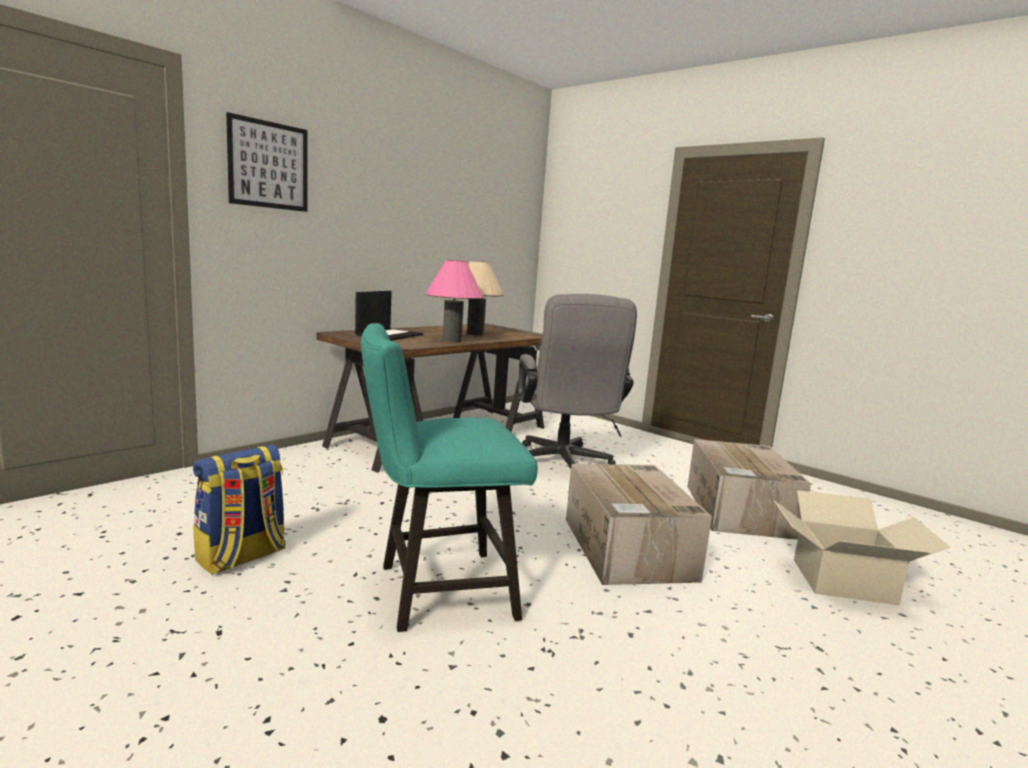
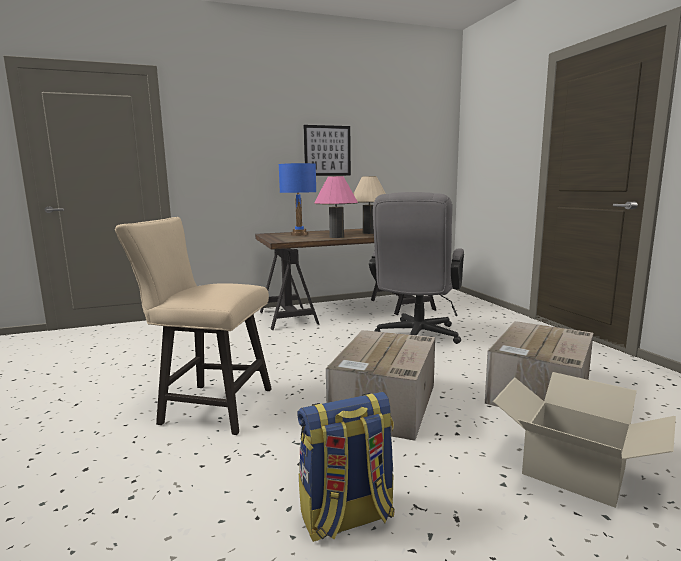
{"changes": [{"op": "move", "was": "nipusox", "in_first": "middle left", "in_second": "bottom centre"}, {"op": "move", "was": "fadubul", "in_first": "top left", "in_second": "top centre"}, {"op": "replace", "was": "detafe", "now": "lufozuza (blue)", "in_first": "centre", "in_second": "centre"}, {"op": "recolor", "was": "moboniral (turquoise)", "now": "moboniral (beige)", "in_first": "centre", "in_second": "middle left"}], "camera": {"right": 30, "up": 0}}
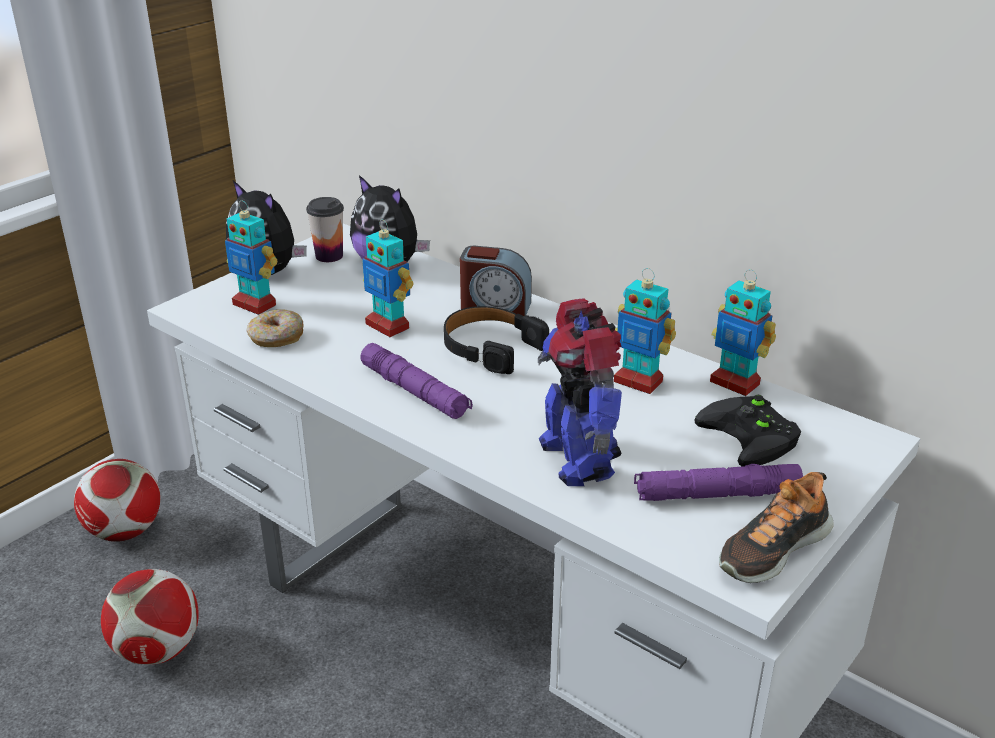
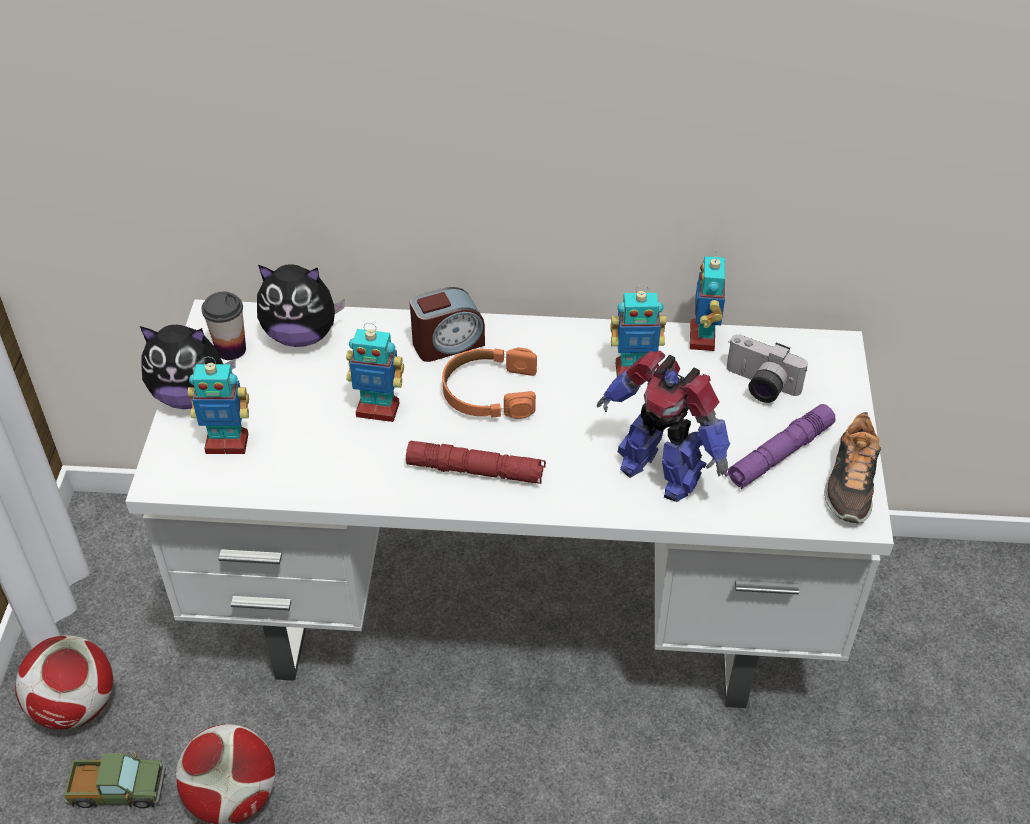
{"changes": [{"op": "delete", "was": "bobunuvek", "in_first": "middle left"}, {"op": "recolor", "was": "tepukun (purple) (1st from left)", "now": "tepukun (red)", "in_first": "centre", "in_second": "centre"}, {"op": "recolor", "was": "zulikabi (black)", "now": "zulikabi (orange)", "in_first": "centre", "in_second": "centre"}, {"op": "replace", "was": "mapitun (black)", "now": "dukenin", "in_first": "middle right", "in_second": "middle right"}, {"op": "rotate", "was": "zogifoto (5th from left)", "in_first": "middle right", "in_second": "middle right", "clockwise": 90}, {"op": "insert", "now": "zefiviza", "in_second": "bottom left"}], "camera": {"right": -35, "up": 15}}
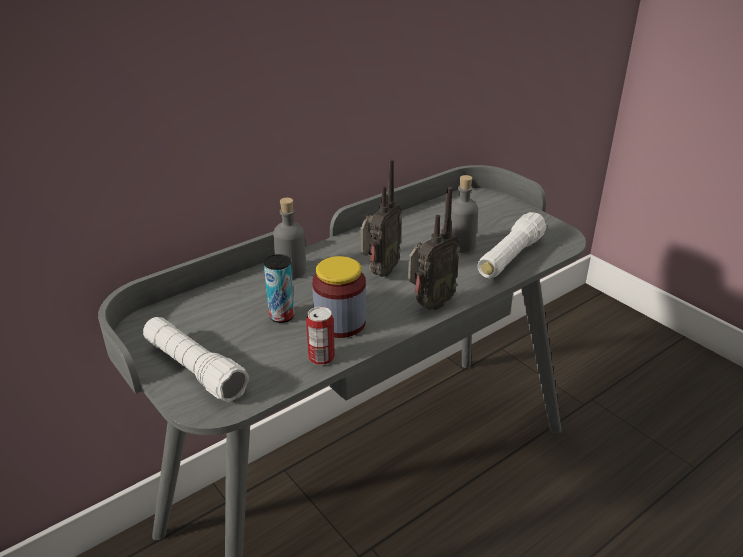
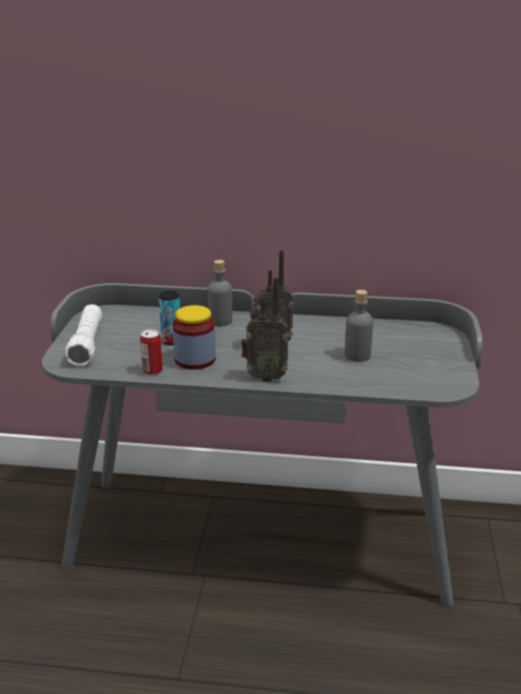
{"changes": [{"op": "delete", "was": "tepukun (white) (2nd from left)", "in_first": "middle right"}], "camera": {"right": 45, "up": -5}}
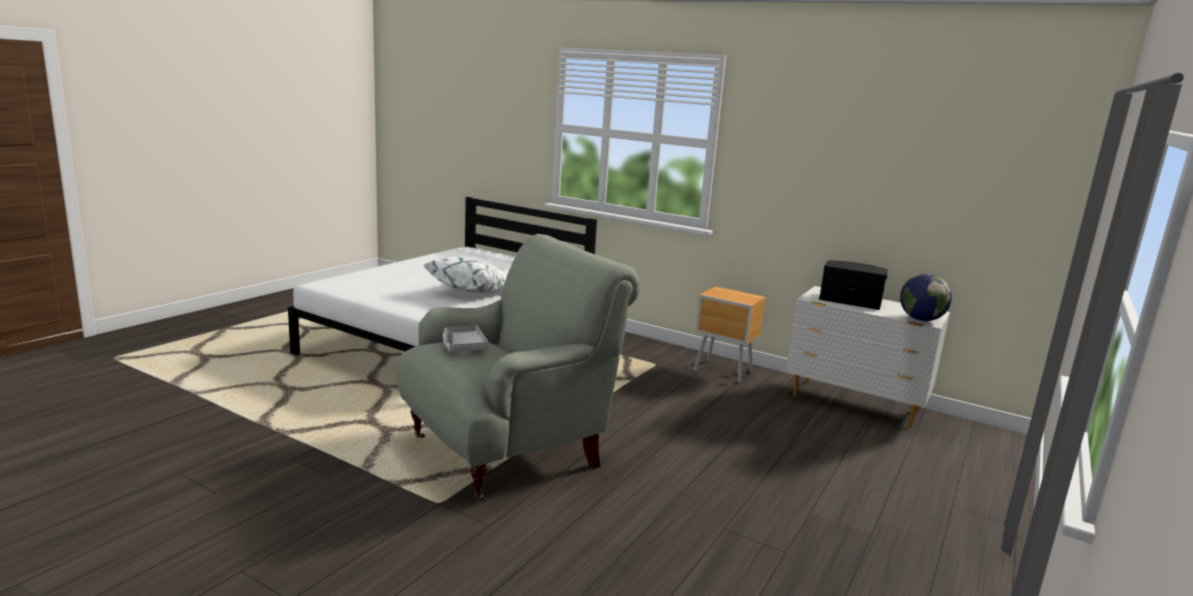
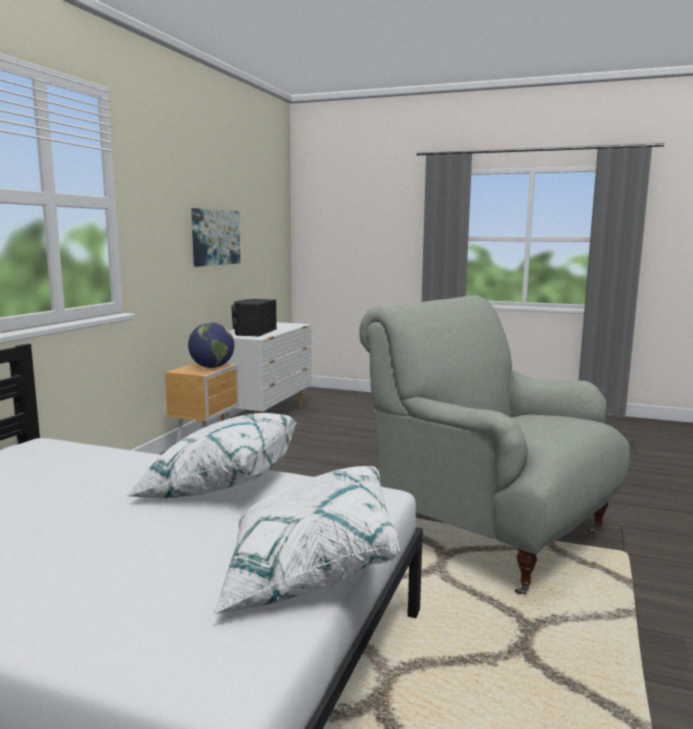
{"changes": [{"op": "delete", "was": "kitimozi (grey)", "in_first": "centre"}, {"op": "move", "was": "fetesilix", "in_first": "middle right", "in_second": "middle left"}, {"op": "insert", "now": "fadubul", "in_second": "top left"}, {"op": "insert", "now": "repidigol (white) (2nd from left)", "in_second": "bottom centre"}], "camera": {"right": -100, "up": -5}}
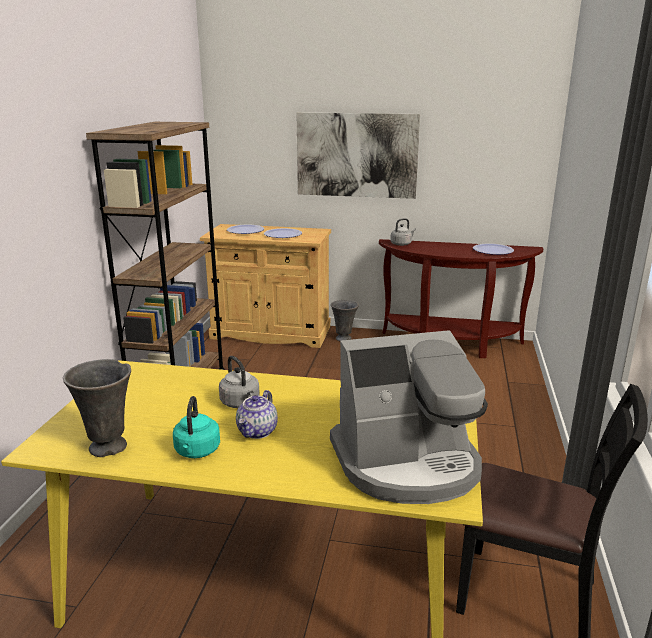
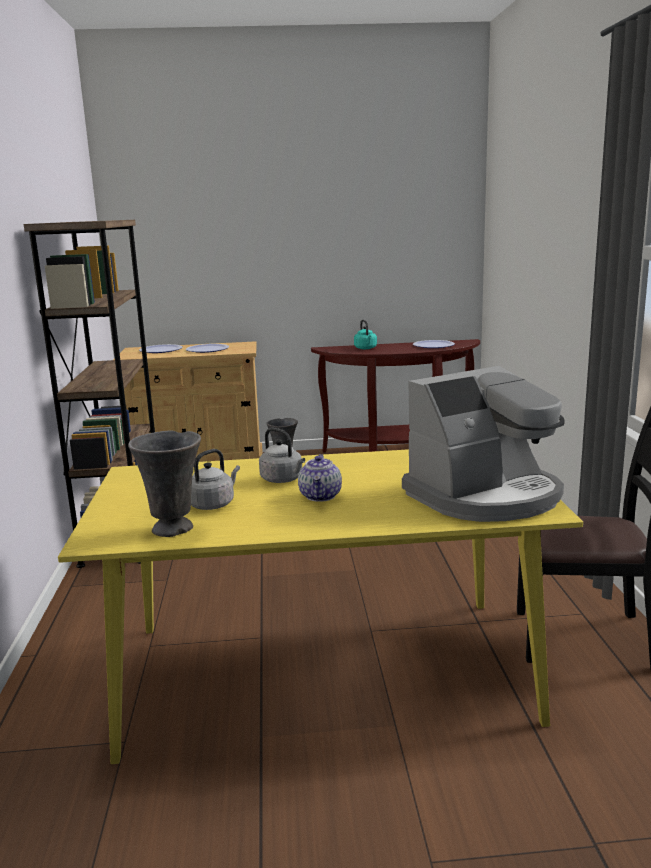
{"changes": [{"op": "move", "was": "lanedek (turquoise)", "in_first": "bottom left", "in_second": "centre"}, {"op": "delete", "was": "fadubul", "in_first": "top centre"}, {"op": "move", "was": "lanedek (grey) (2nd from left in the first image)", "now": "lanedek (grey) (1st from left)", "in_first": "centre", "in_second": "middle left"}], "camera": {"right": -15, "up": -5}}
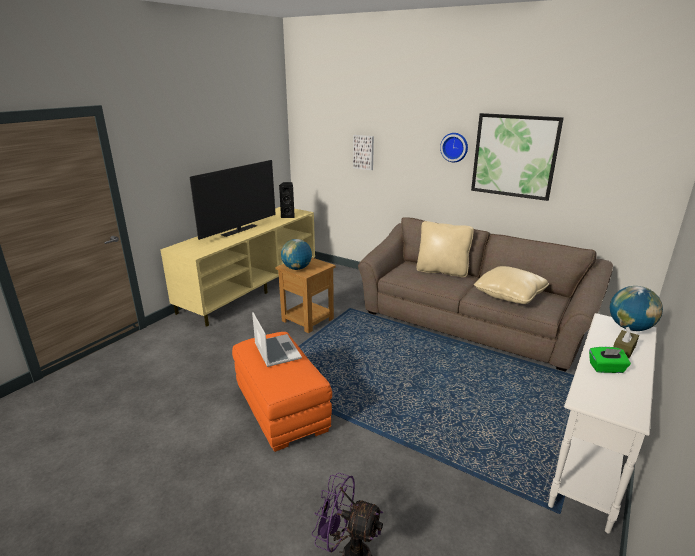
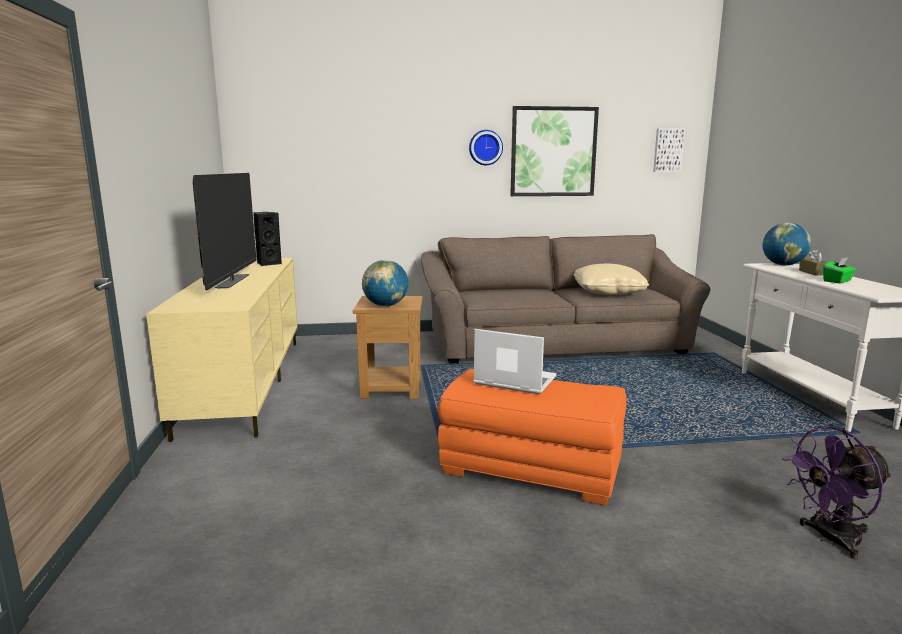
{"changes": [{"op": "move", "was": "fadubul (1st from left in the first image)", "now": "fadubul (2nd from left)", "in_first": "top centre", "in_second": "top right"}, {"op": "delete", "was": "repidigol (beige) (1st from left)", "in_first": "centre"}], "camera": {"right": -40, "up": -10}}
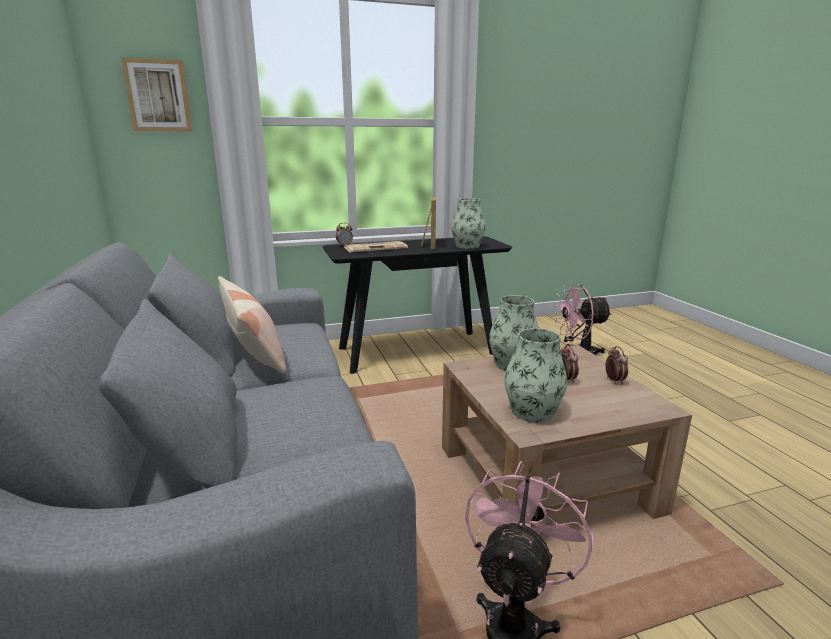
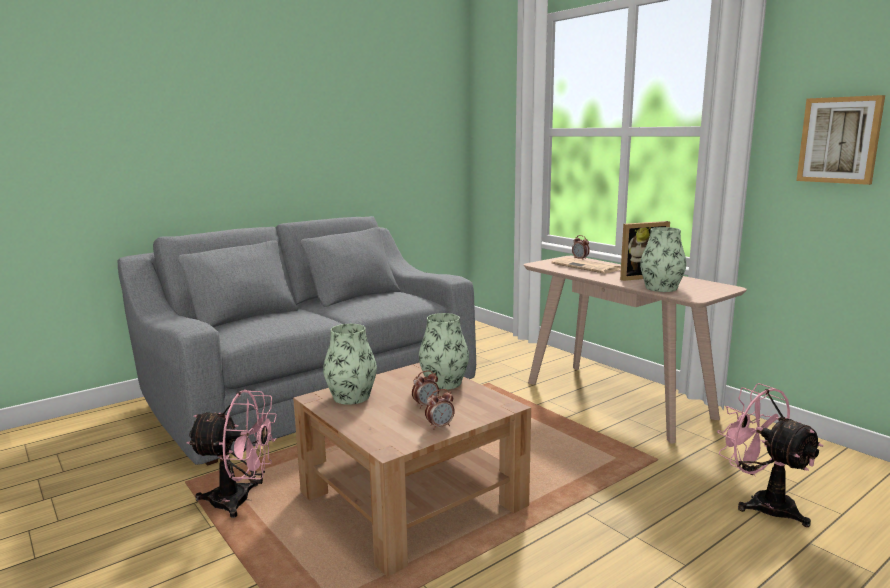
{"changes": [{"op": "move", "was": "fadubul", "in_first": "top left", "in_second": "top right"}, {"op": "delete", "was": "repidigol", "in_first": "middle left"}, {"op": "recolor", "was": "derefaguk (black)", "now": "derefaguk (beige)", "in_first": "centre", "in_second": "middle right"}], "camera": {"right": 70, "up": -5}}
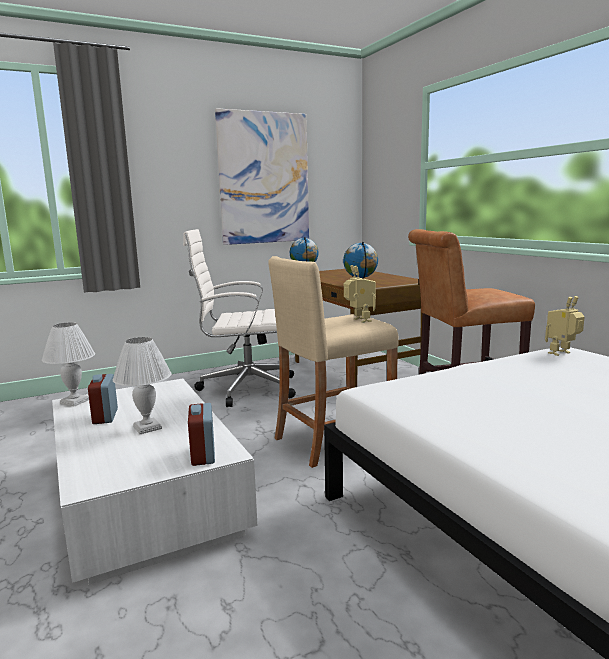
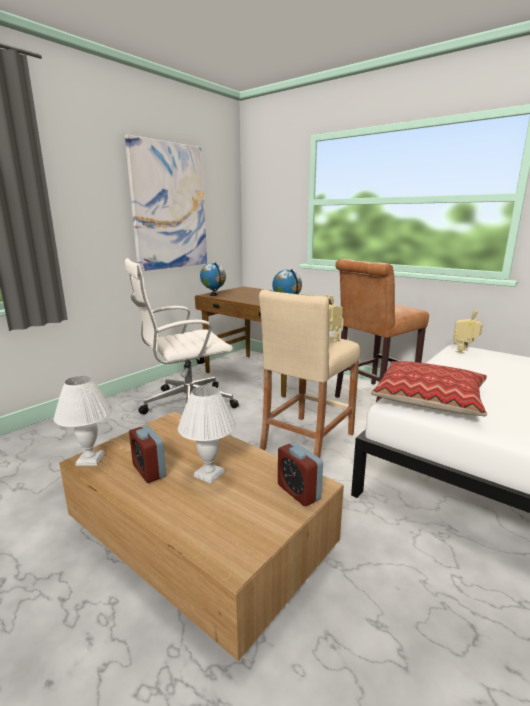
{"changes": [{"op": "recolor", "was": "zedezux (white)", "now": "zedezux (brown)", "in_first": "bottom left", "in_second": "bottom centre"}, {"op": "insert", "now": "repidigol", "in_second": "middle right"}], "camera": {"right": -25, "up": 5}}
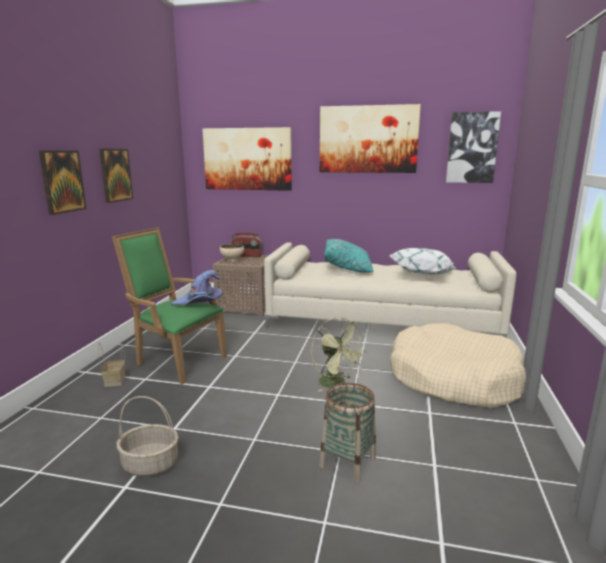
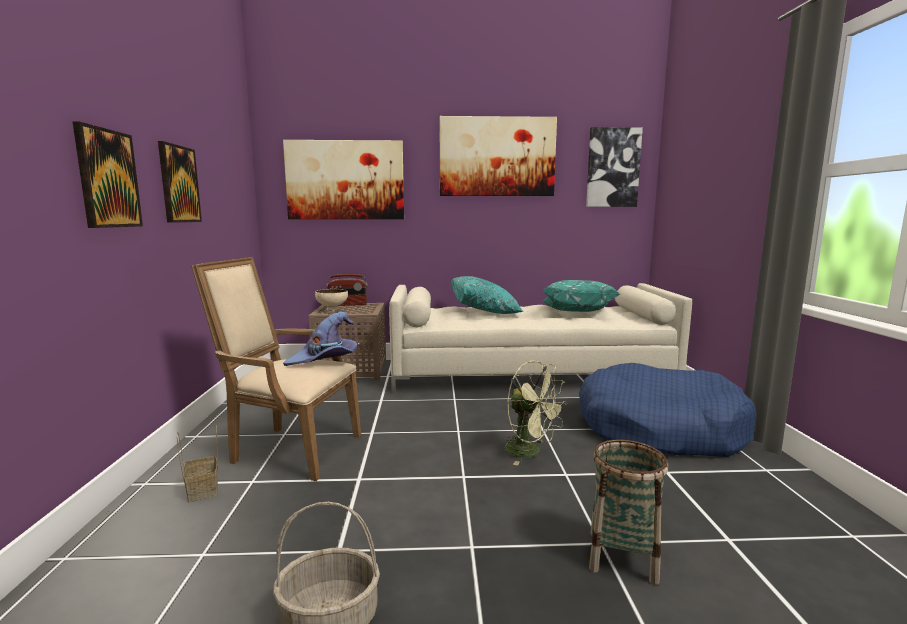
{"changes": [{"op": "recolor", "was": "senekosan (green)", "now": "senekosan (beige)", "in_first": "middle left", "in_second": "middle left"}, {"op": "recolor", "was": "repidigol (white)", "now": "repidigol (turquoise) (2nd from left)", "in_first": "middle right", "in_second": "centre"}, {"op": "recolor", "was": "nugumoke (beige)", "now": "nugumoke (blue)", "in_first": "middle right", "in_second": "middle right"}], "camera": {"right": -15, "up": -5}}
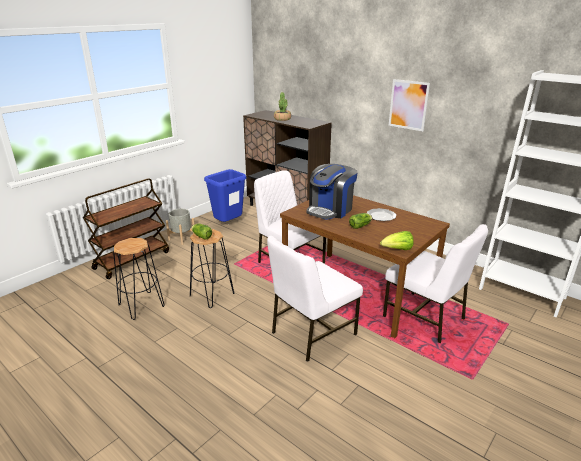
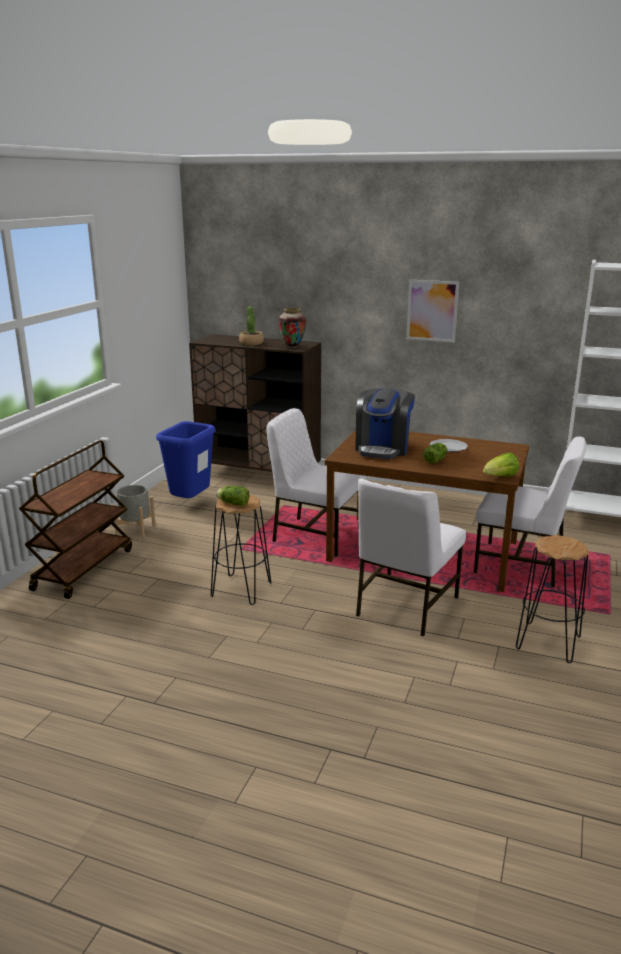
{"changes": [{"op": "move", "was": "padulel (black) (1st from left in the first image)", "now": "padulel (black) (2nd from left)", "in_first": "middle left", "in_second": "middle right"}, {"op": "insert", "now": "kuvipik", "in_second": "centre"}], "camera": {"right": -20, "up": -5}}
